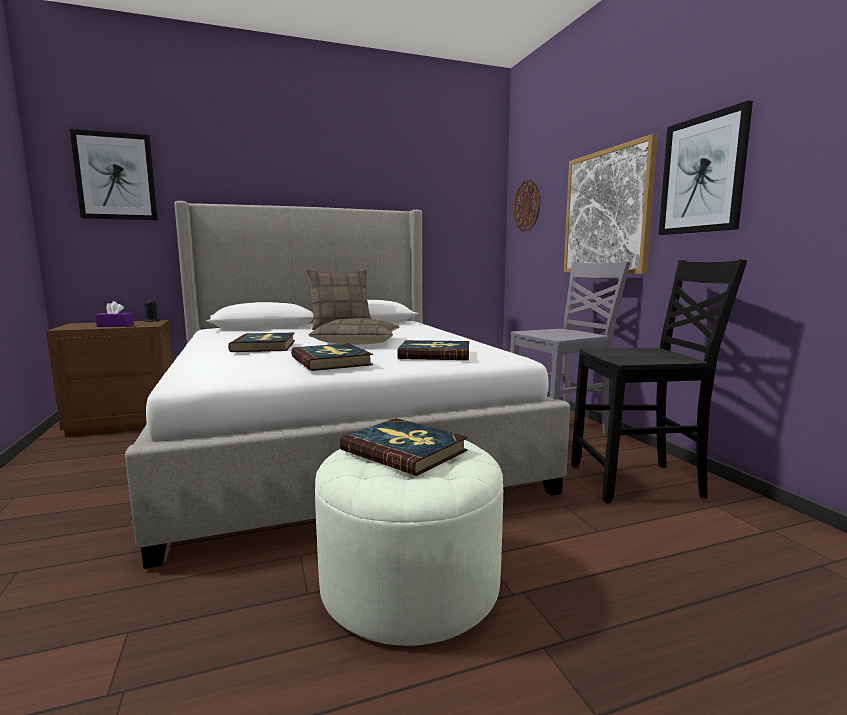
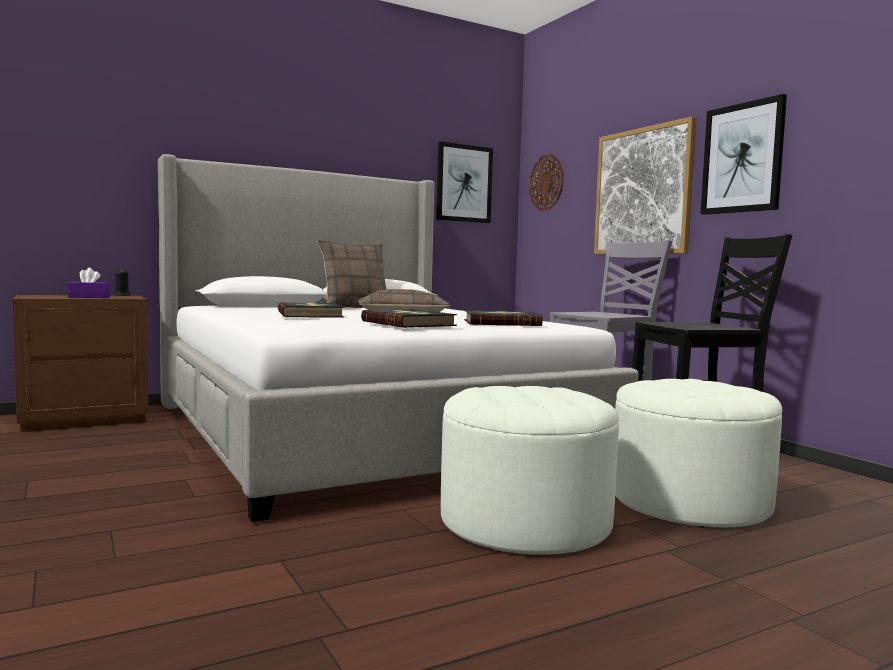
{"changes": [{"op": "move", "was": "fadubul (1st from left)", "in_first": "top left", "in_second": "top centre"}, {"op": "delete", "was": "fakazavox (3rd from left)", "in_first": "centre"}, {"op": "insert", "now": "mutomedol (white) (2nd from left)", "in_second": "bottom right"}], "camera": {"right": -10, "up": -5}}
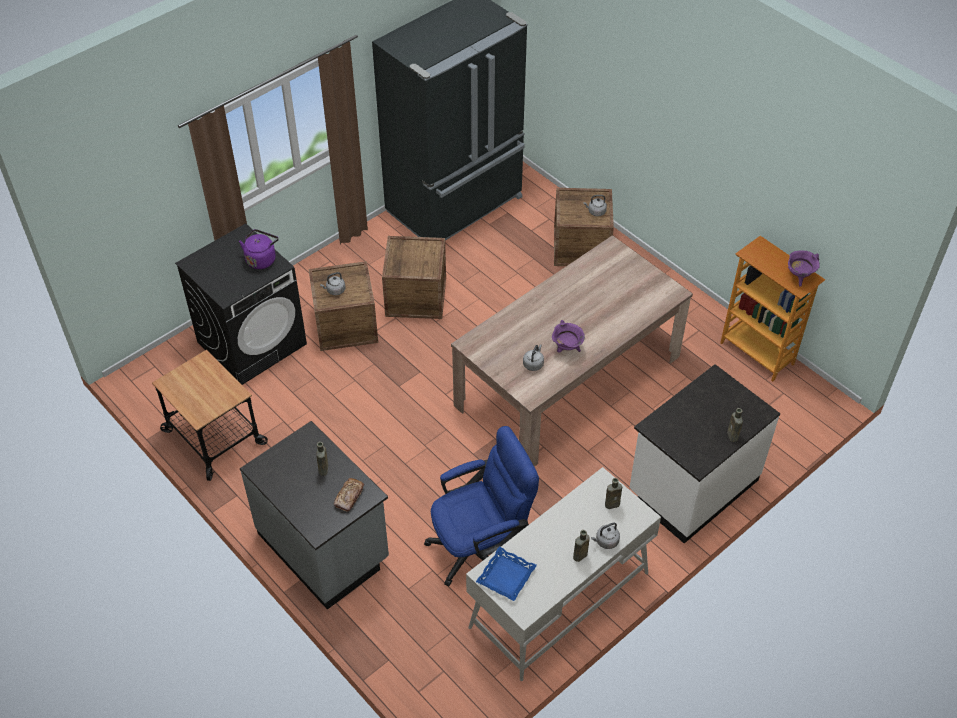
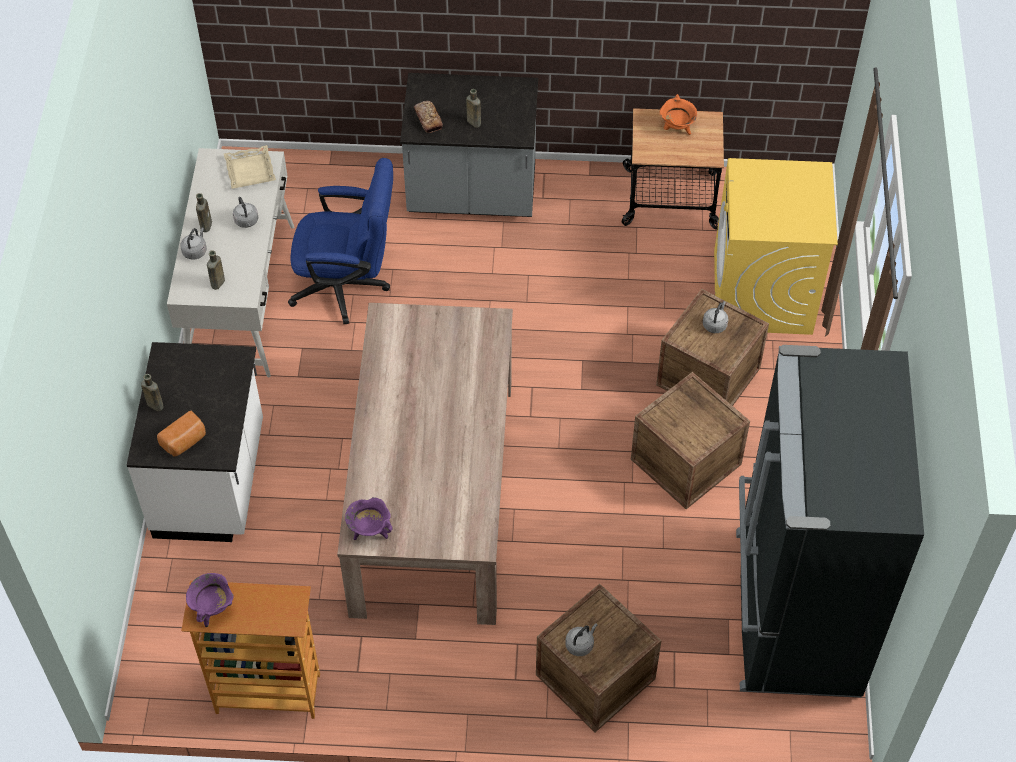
{"changes": [{"op": "recolor", "was": "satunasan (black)", "now": "satunasan (yellow)", "in_first": "middle left", "in_second": "top right"}, {"op": "delete", "was": "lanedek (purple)", "in_first": "middle left"}, {"op": "rotate", "was": "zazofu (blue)", "in_first": "bottom centre", "in_second": "top centre", "clockwise": -105}, {"op": "recolor", "was": "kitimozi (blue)", "now": "kitimozi (beige)", "in_first": "bottom centre", "in_second": "top left"}, {"op": "move", "was": "lanedek (grey) (2nd from left)", "in_first": "centre", "in_second": "top left"}, {"op": "move", "was": "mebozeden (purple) (1st from left in the first image)", "now": "mebozeden (purple) (2nd from left)", "in_first": "centre", "in_second": "bottom centre"}, {"op": "insert", "now": "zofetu (1st from left)", "in_second": "middle left"}, {"op": "insert", "now": "mebozeden (orange)", "in_second": "top right"}], "camera": {"right": 135, "up": 5}}
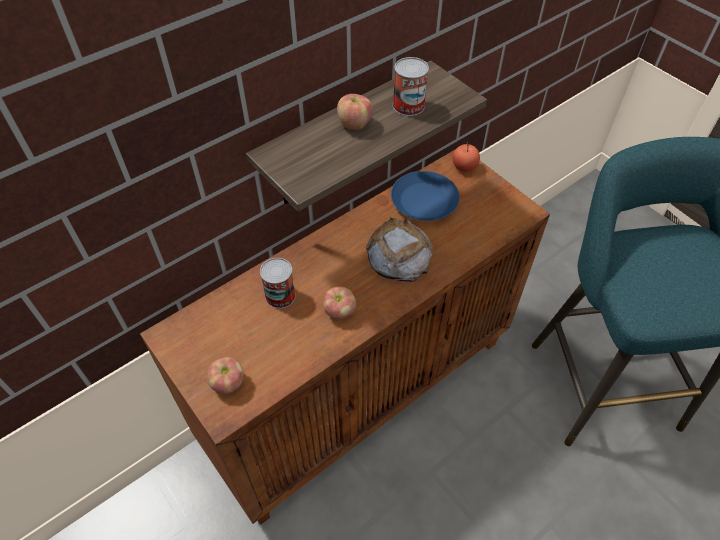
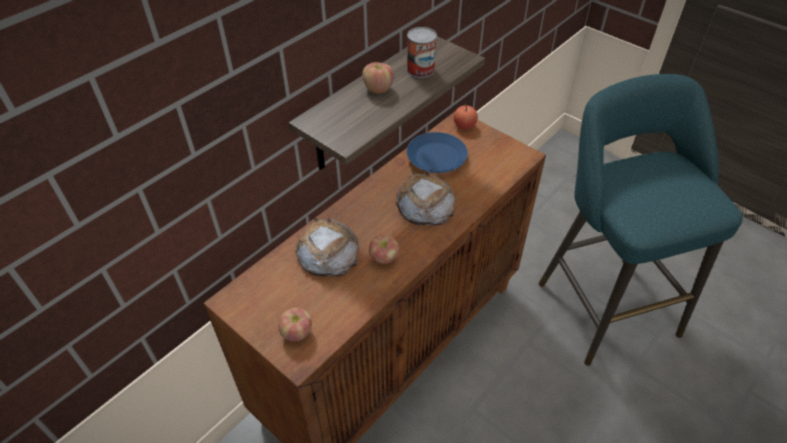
{"changes": [{"op": "replace", "was": "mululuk (1st from left)", "now": "zofetu (1st from left)", "in_first": "centre", "in_second": "centre"}], "camera": {"right": -10, "up": -5}}
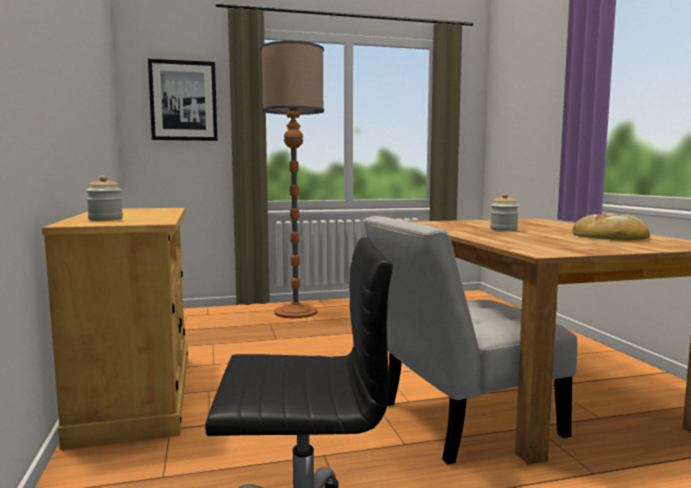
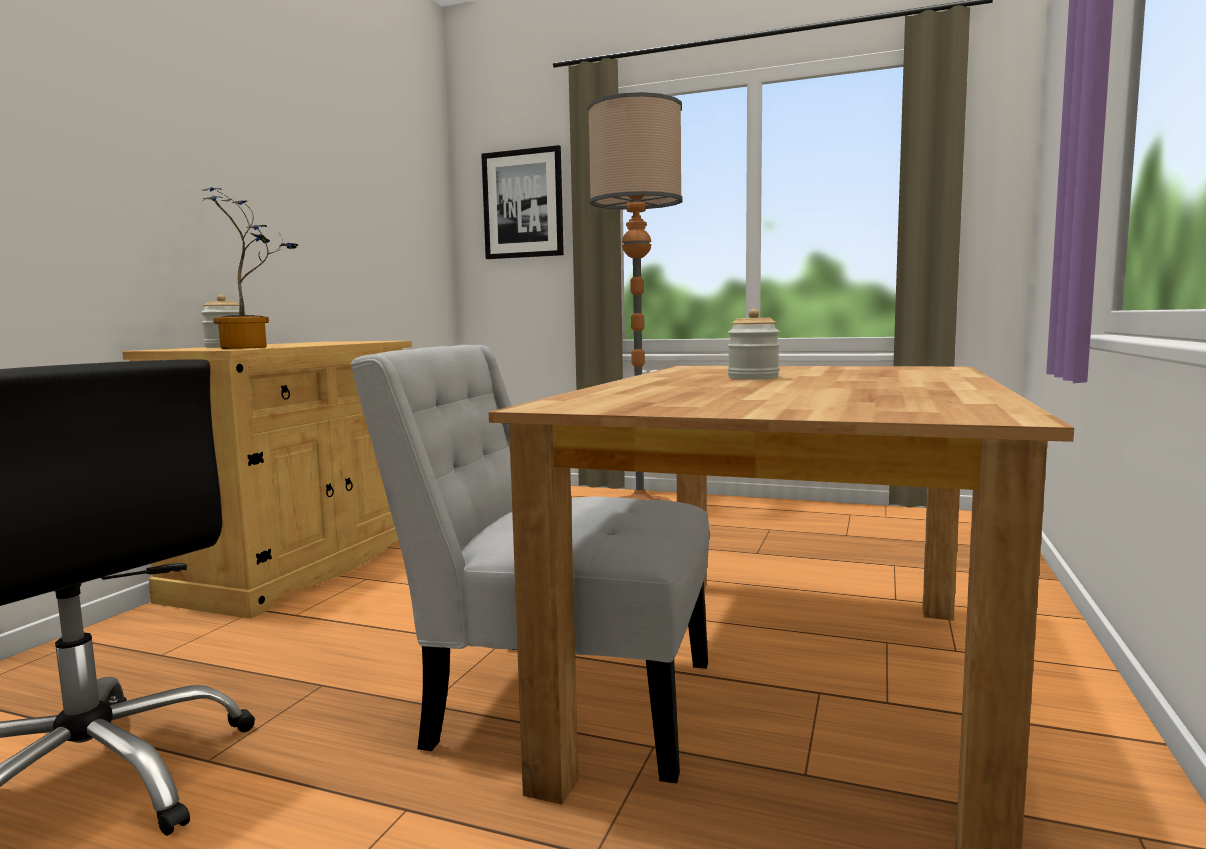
{"changes": [{"op": "delete", "was": "zofetu", "in_first": "middle right"}, {"op": "insert", "now": "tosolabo", "in_second": "top left"}], "camera": {"right": 35, "up": 0}}
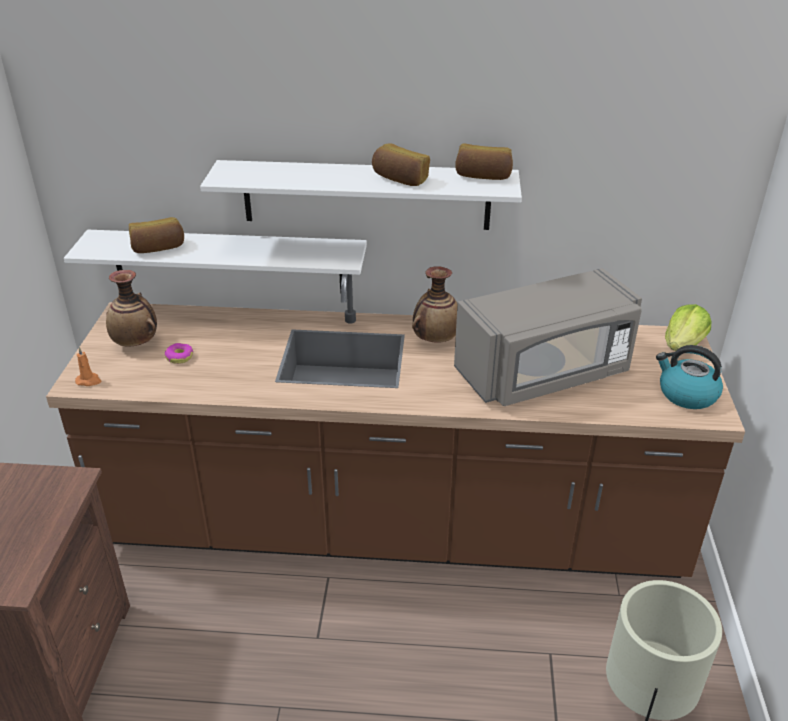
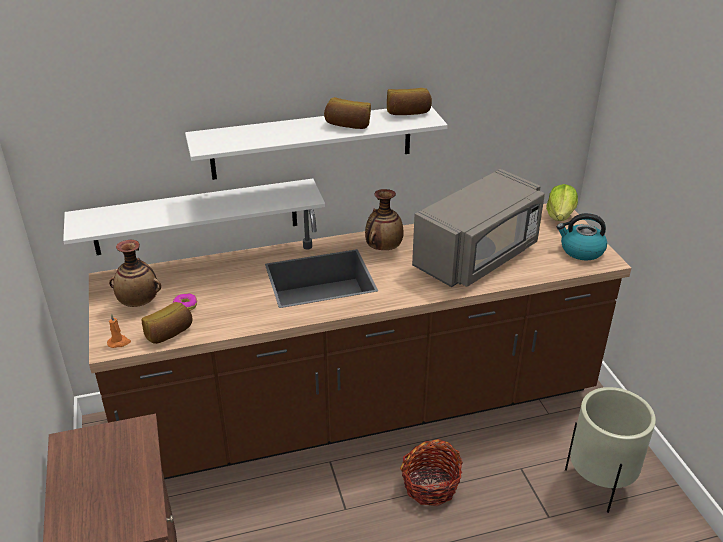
{"changes": [{"op": "move", "was": "zofetu (1st from left)", "in_first": "top left", "in_second": "middle left"}, {"op": "insert", "now": "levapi", "in_second": "bottom centre"}], "camera": {"right": -20, "up": 0}}
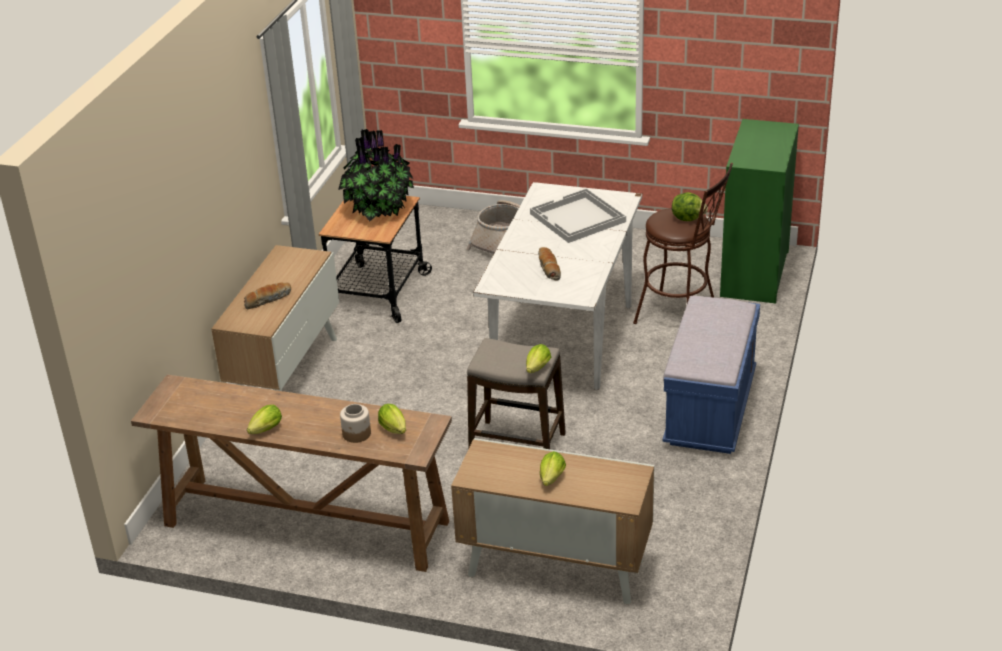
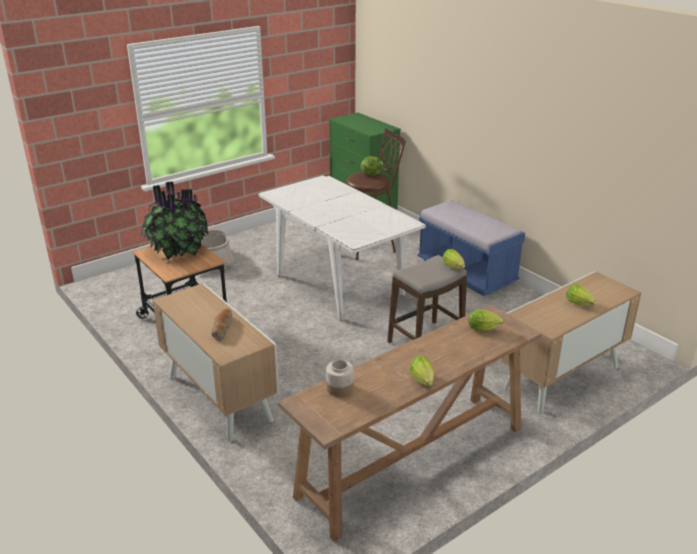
{"changes": [{"op": "move", "was": "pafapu", "in_first": "centre", "in_second": "bottom centre"}, {"op": "delete", "was": "kitimozi (white)", "in_first": "top centre"}, {"op": "delete", "was": "zofetu (2nd from left)", "in_first": "centre"}], "camera": {"right": -55, "up": -5}}
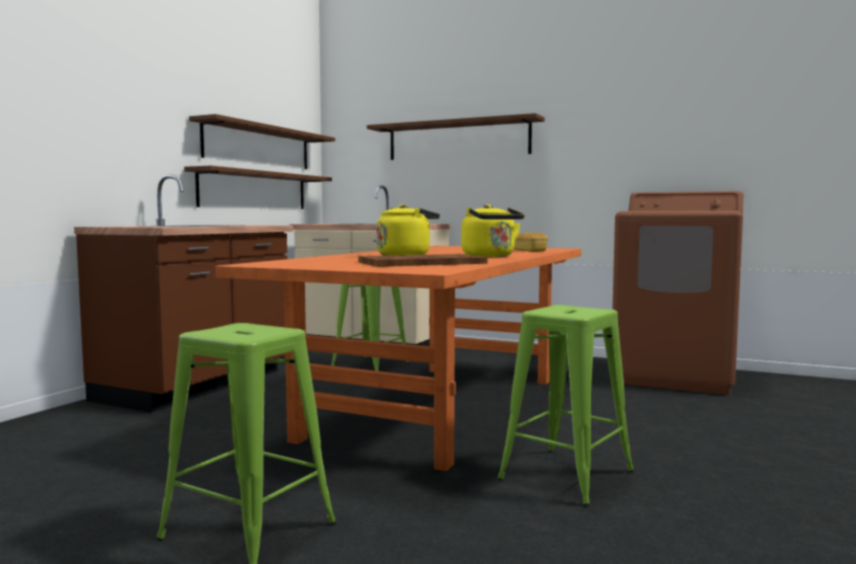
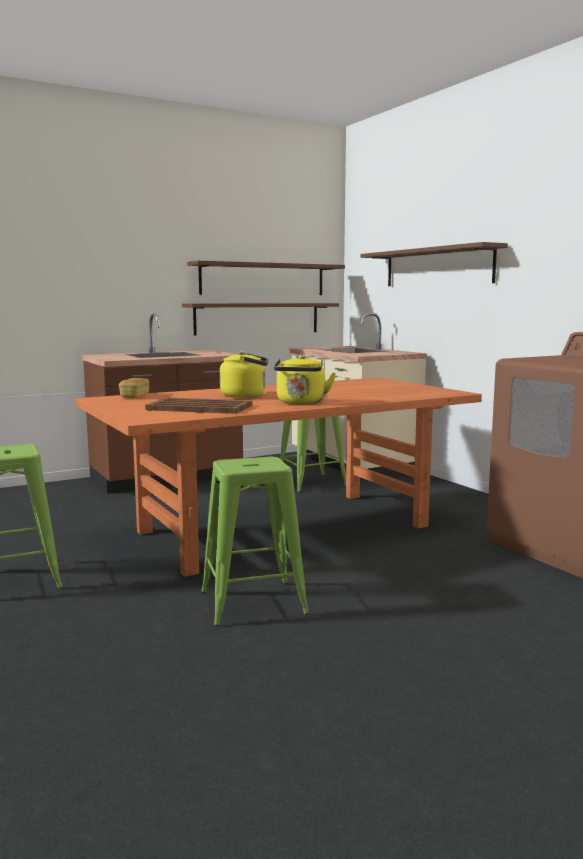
{"changes": [{"op": "move", "was": "zofetu", "in_first": "centre", "in_second": "middle left"}], "camera": {"right": 35, "up": 5}}
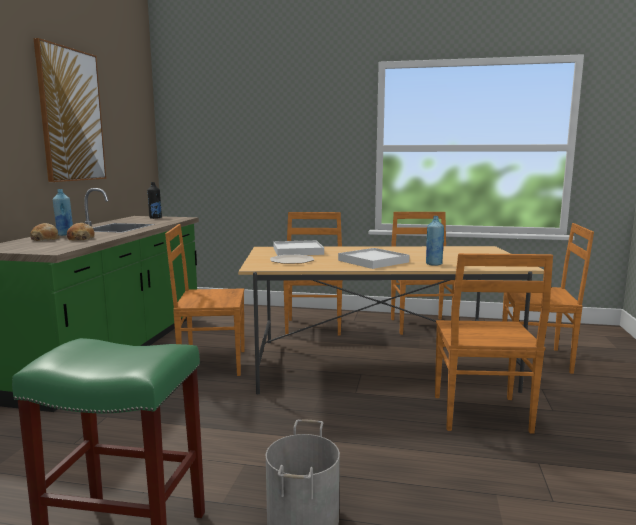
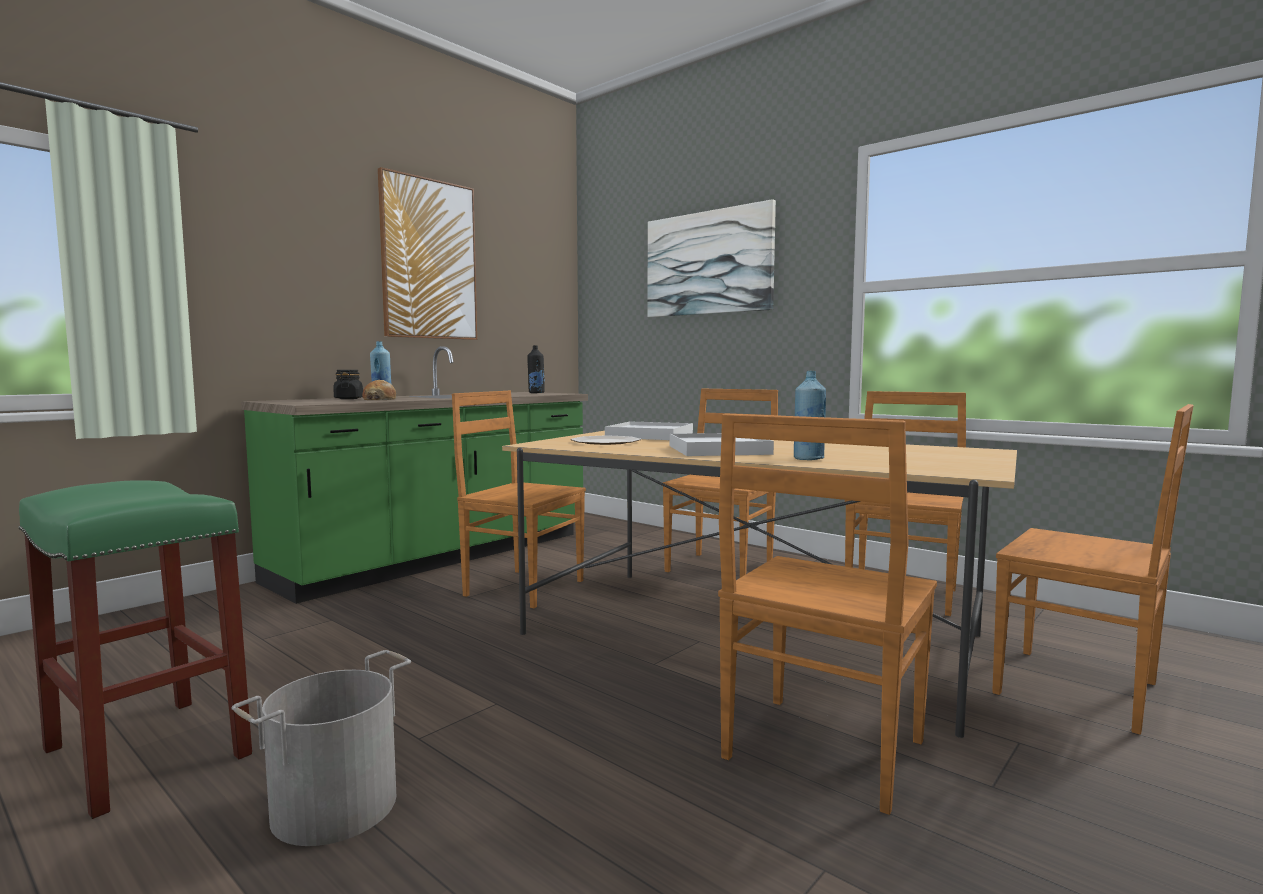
{"changes": [{"op": "replace", "was": "zofetu (1st from left)", "now": "pafapu (black)", "in_first": "middle left", "in_second": "middle left"}, {"op": "insert", "now": "fadubul (2nd from left)", "in_second": "top centre"}], "camera": {"right": 30, "up": -5}}
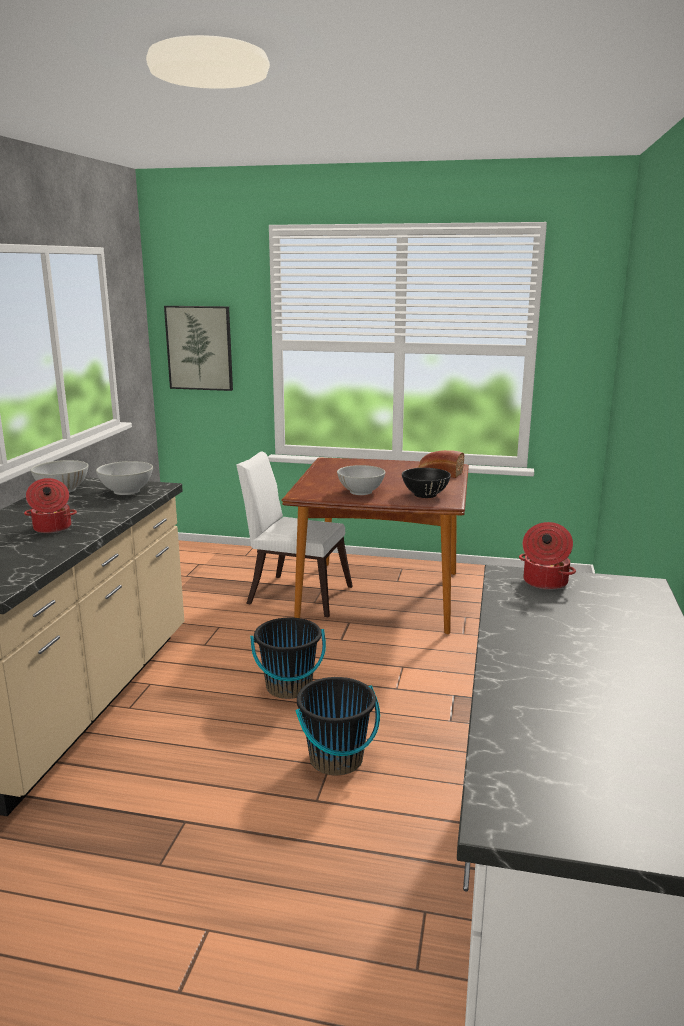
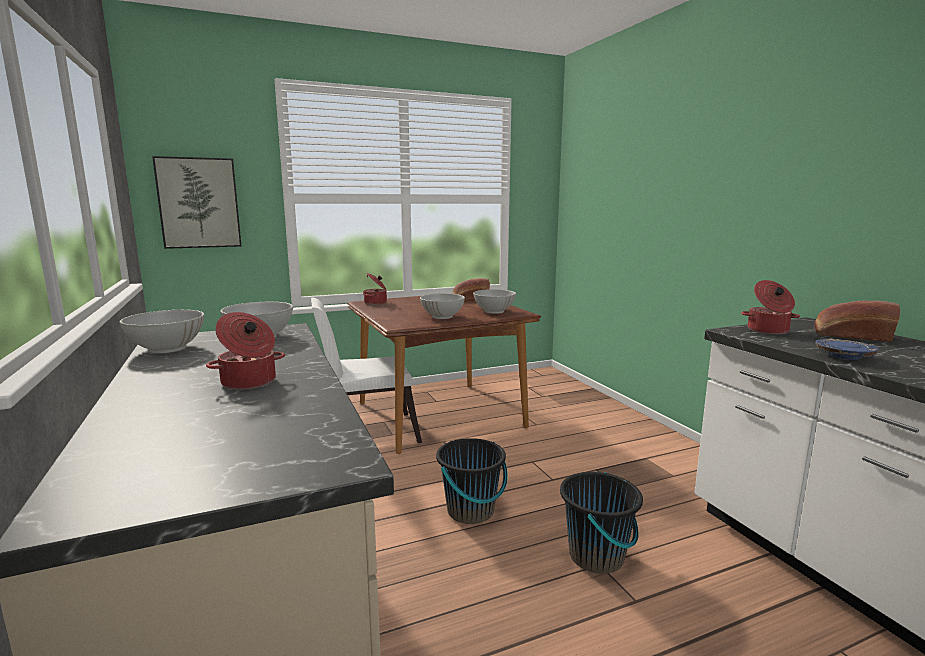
{"changes": [{"op": "recolor", "was": "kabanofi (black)", "now": "kabanofi (white) (4th from left)", "in_first": "centre", "in_second": "centre"}, {"op": "insert", "now": "mebozeden (2nd from left)", "in_second": "centre"}, {"op": "insert", "now": "zofetu (2nd from left)", "in_second": "middle right"}, {"op": "insert", "now": "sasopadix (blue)", "in_second": "middle right"}], "camera": {"right": -35, "up": -5}}
